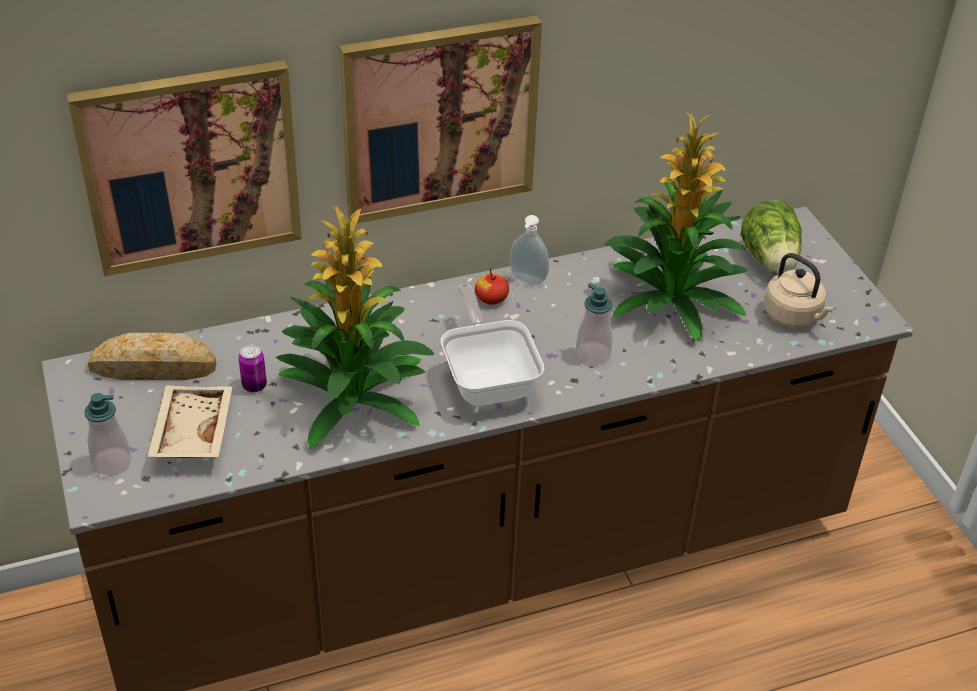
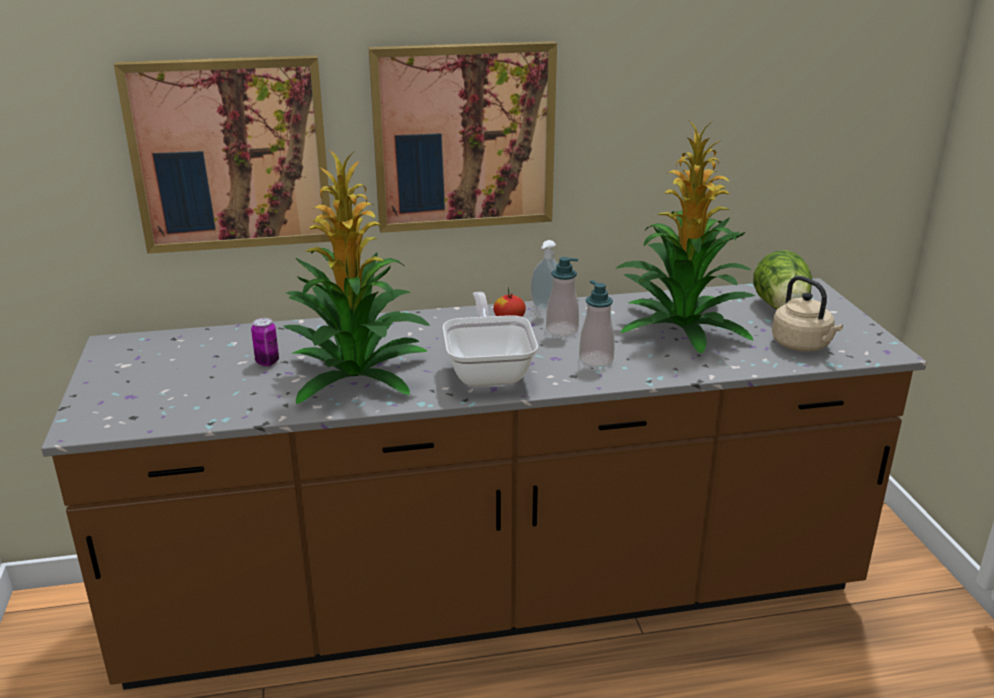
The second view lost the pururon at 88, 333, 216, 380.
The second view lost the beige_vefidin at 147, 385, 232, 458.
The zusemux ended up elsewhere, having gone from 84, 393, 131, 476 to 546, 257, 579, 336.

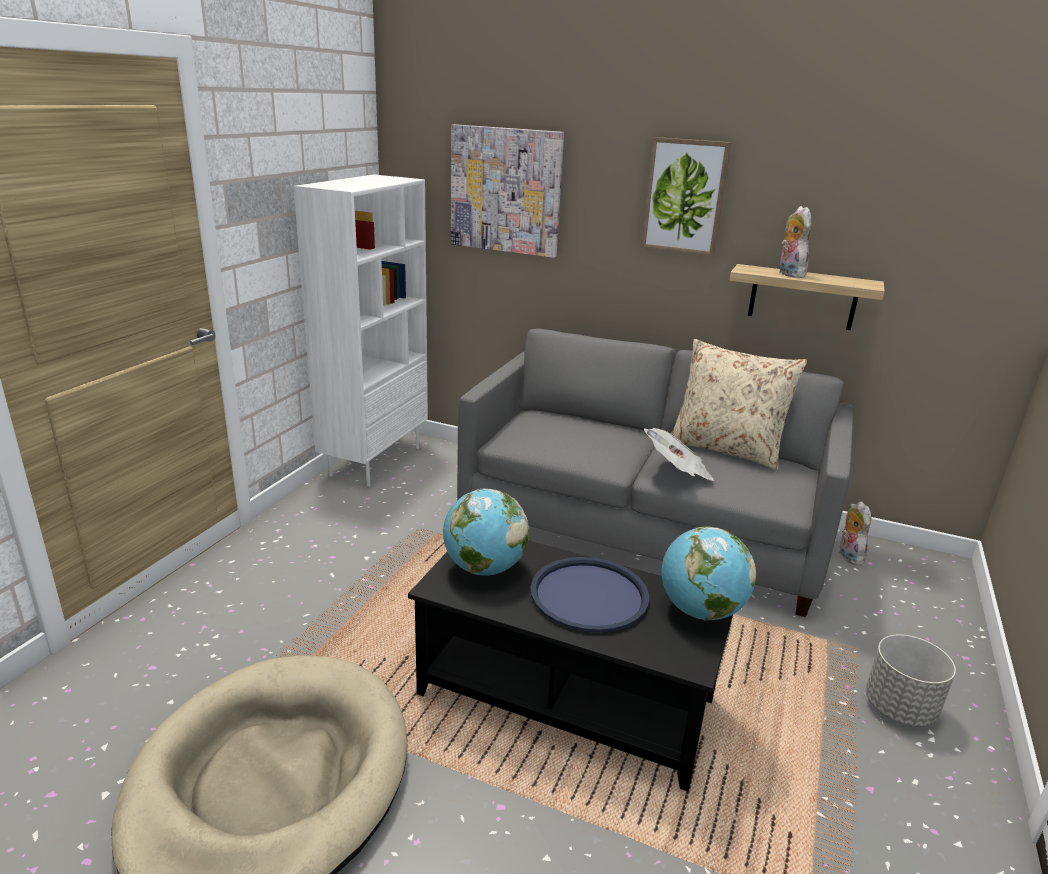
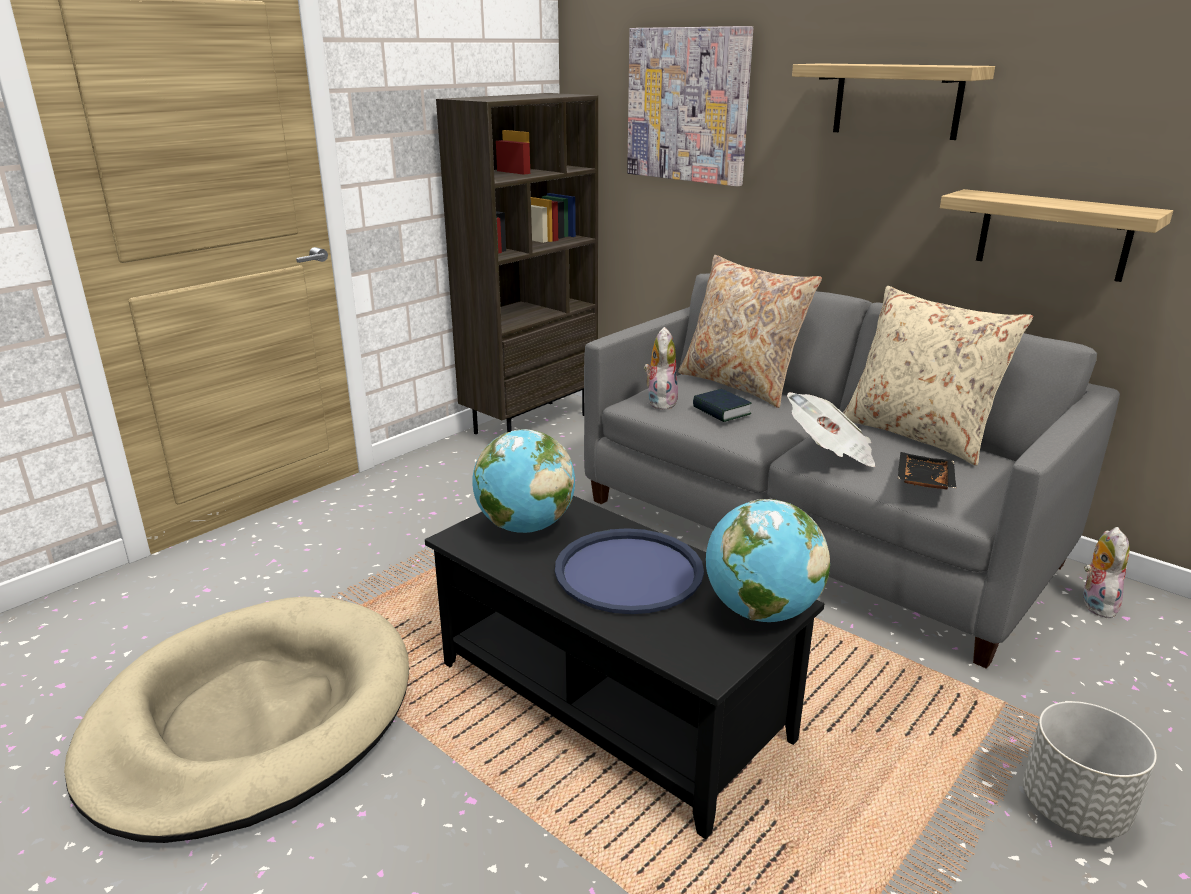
The second view gained the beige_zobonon at 678, 255, 822, 408.
The second view gained the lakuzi at 693, 389, 752, 422.
The second view gained the black_vefidin at 898, 452, 956, 490.
The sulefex ended up elsewhere, having gone from 779, 206, 812, 278 to 644, 327, 678, 410.
Where the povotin hung at 641, 137, 731, 256, the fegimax came to hang at 792, 63, 995, 140.
What was the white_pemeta at 294, 174, 428, 486 turned into the brown_pemeta at 436, 93, 598, 434.

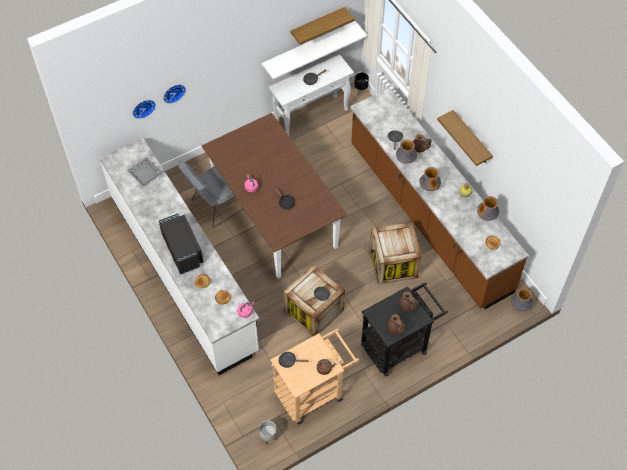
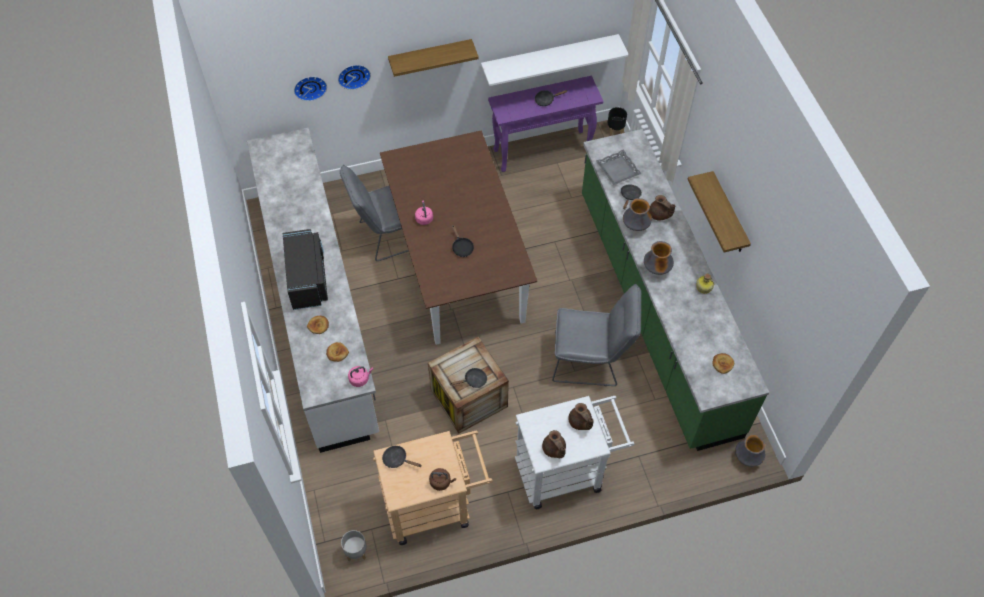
The second view lost the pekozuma at 477, 196, 499, 221.
The grey_vefidin ended up elsewhere, having gone from 127, 157, 162, 187 to 596, 150, 642, 185.
The fegimax ended up elsewhere, having gone from 290, 7, 355, 45 to 388, 39, 479, 77.
Where the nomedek stood at 369, 222, 422, 284, the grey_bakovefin came to stand at 552, 284, 641, 386.
What was the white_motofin at 269, 54, 354, 135 turned into the purple_motofin at 488, 76, 604, 172.
What was the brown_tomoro at 350, 88, 529, 309 turned into the green_tomoro at 582, 129, 769, 451.
What was the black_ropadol at 361, 282, 448, 376 turned into the white_ropadol at 515, 396, 634, 509.

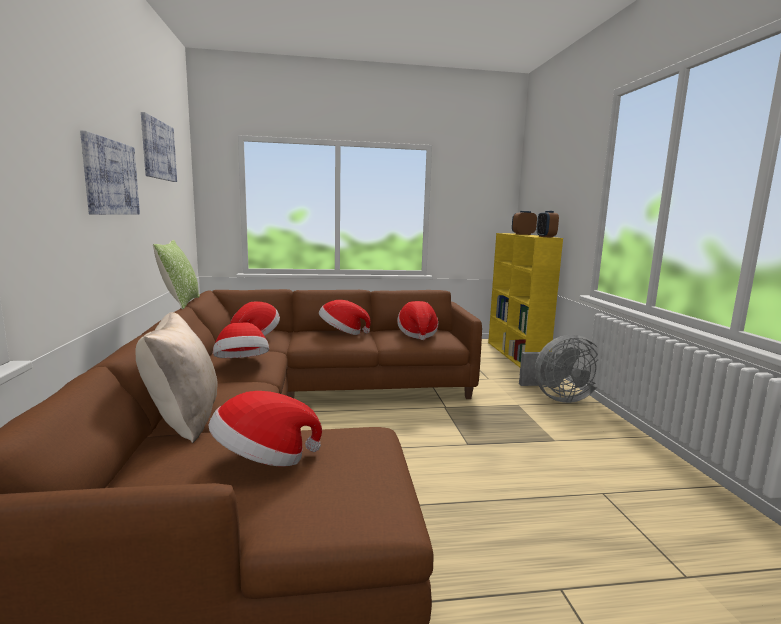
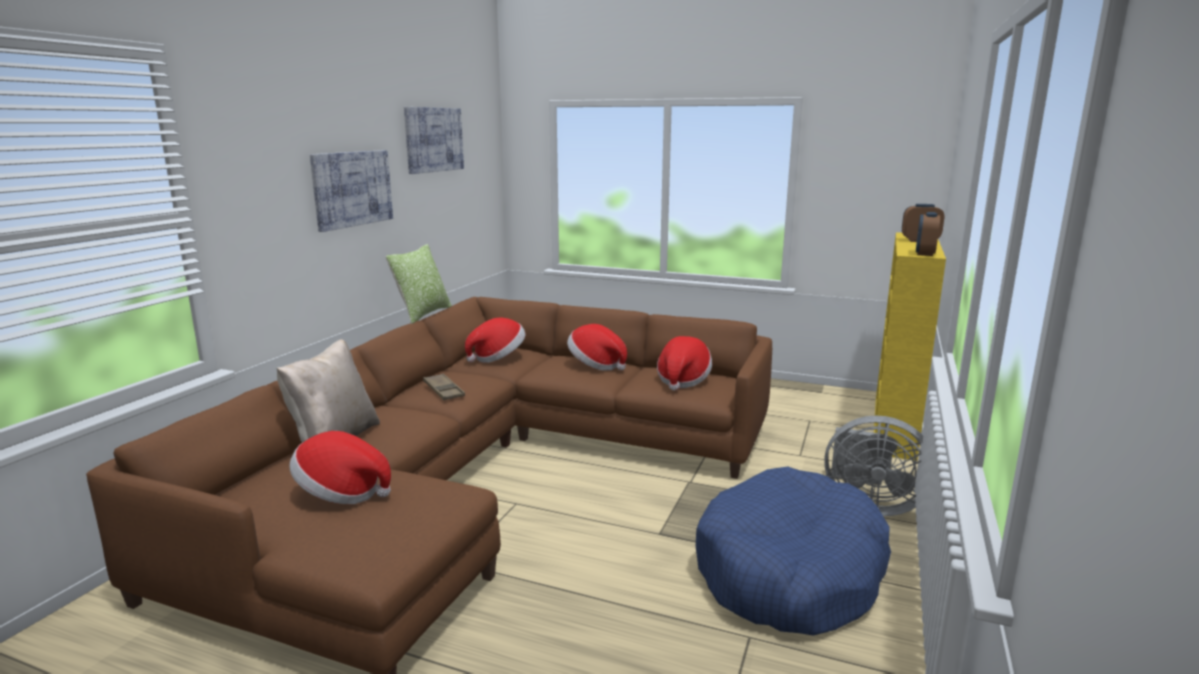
The second view gained the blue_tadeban at 696, 466, 891, 636.
Where the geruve stood at 213, 322, 269, 358, the brown_vefidin came to stand at 423, 373, 465, 400.

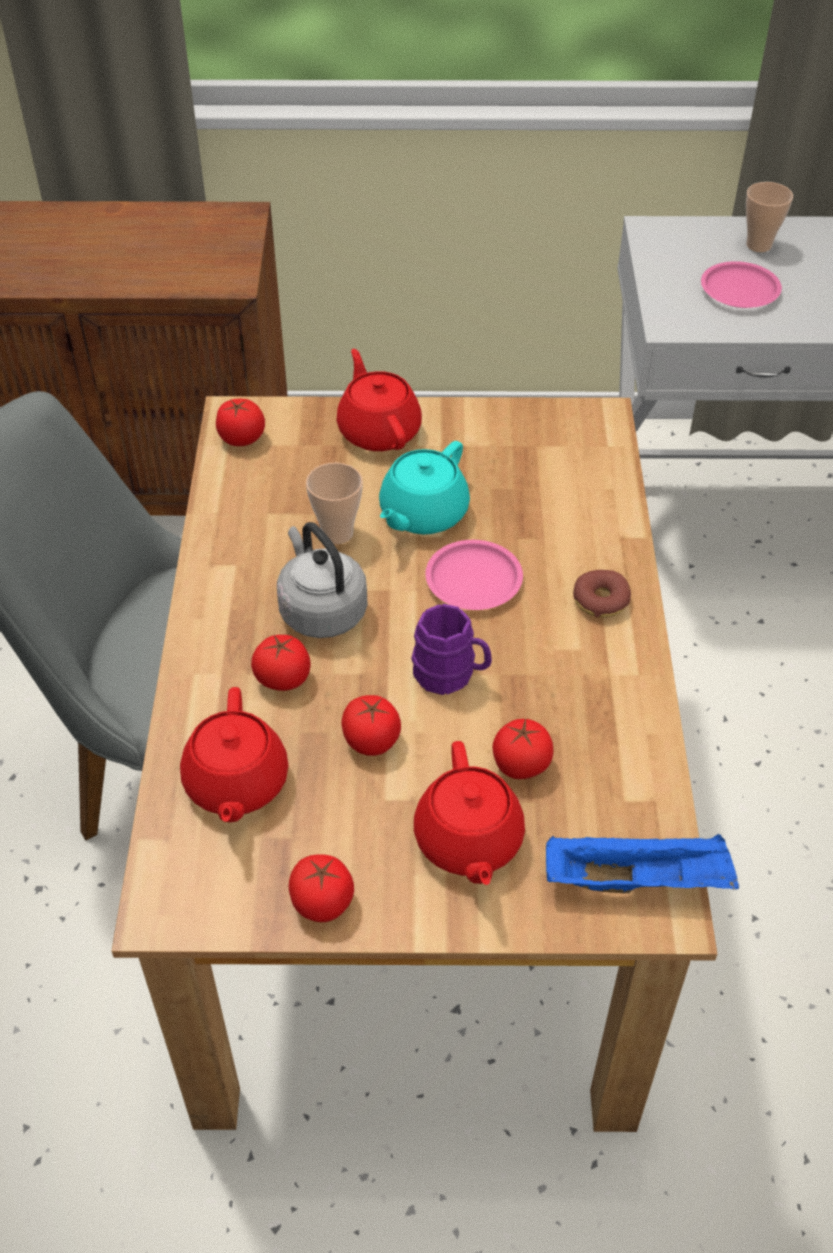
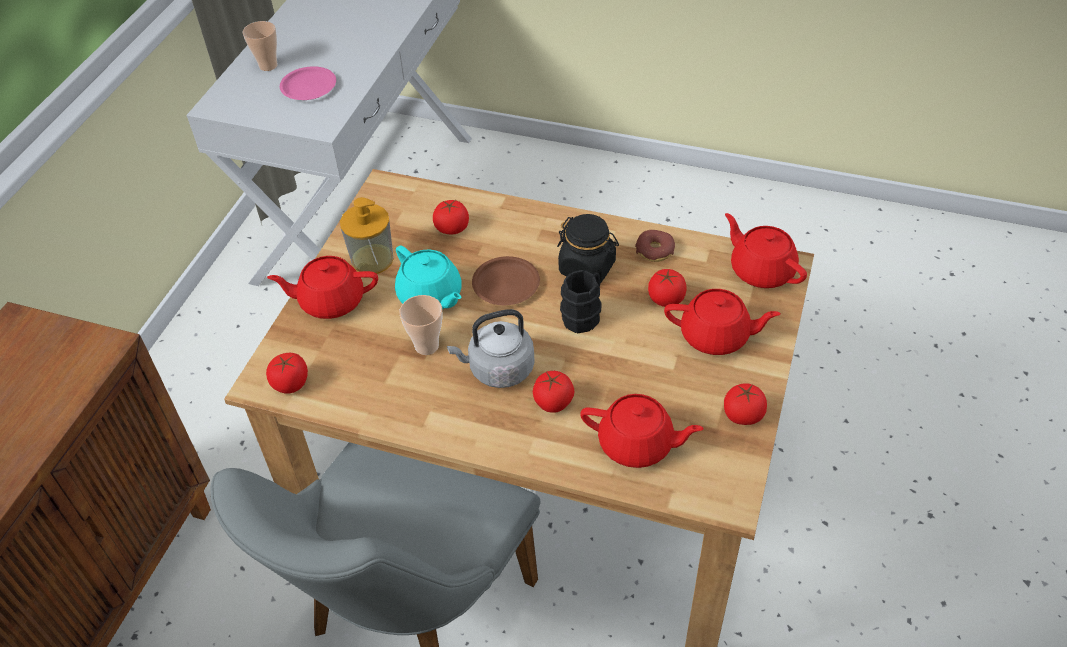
The second view gained the zusemux at 340, 197, 394, 274.
The second view gained the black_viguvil at 557, 214, 619, 283.
The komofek ended up elsewhere, having gone from 341, 695, 401, 756 to 433, 200, 469, 234.
The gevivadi ended up elsewhere, having gone from 573, 570, 631, 617 to 635, 230, 675, 262.
Where the blue_vefidin stood at 546, 834, 739, 894, the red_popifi came to stand at 725, 213, 807, 288.
What was the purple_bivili at 411, 604, 492, 695 turned into the black_bivili at 560, 270, 602, 333.
What was the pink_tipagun at 425, 540, 523, 610 turned into the brown_tipagun at 472, 256, 540, 305.

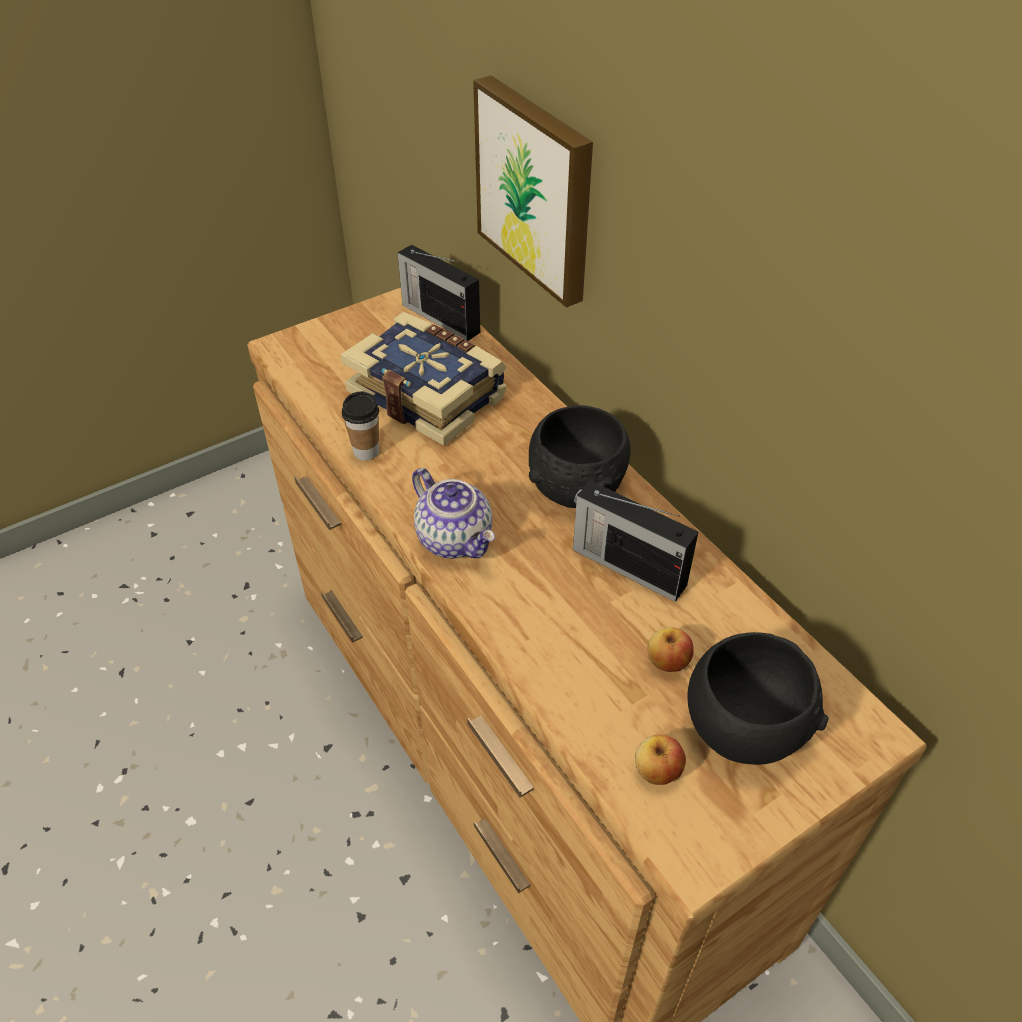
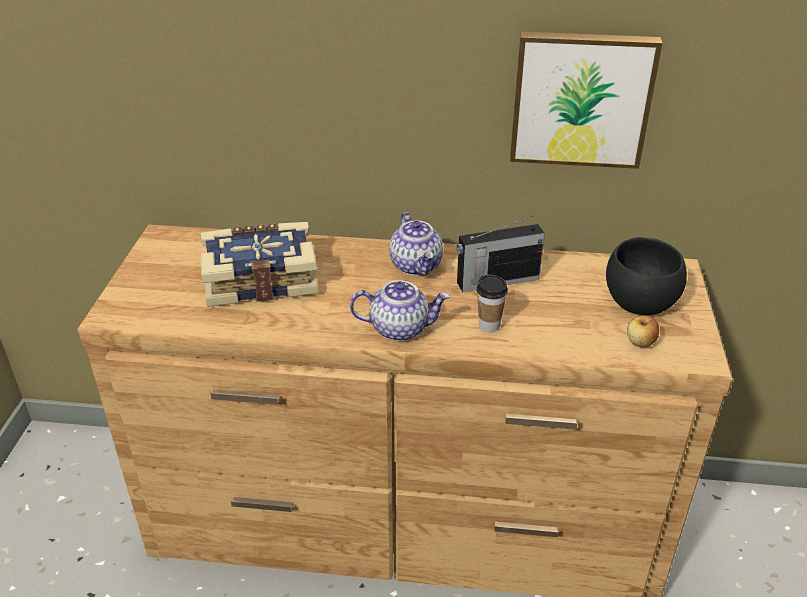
The second view lost the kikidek at 397, 245, 480, 341.
The second view lost the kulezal at 647, 627, 694, 672.
The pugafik ended up elsewhere, having gone from 342, 391, 379, 461 to 477, 274, 508, 332.
The povotin ended up elsewhere, having gone from 473, 75, 593, 307 to 510, 32, 663, 169.
Where the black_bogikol stood at 529, 405, 631, 508, the popifi came to stand at 389, 212, 443, 276.

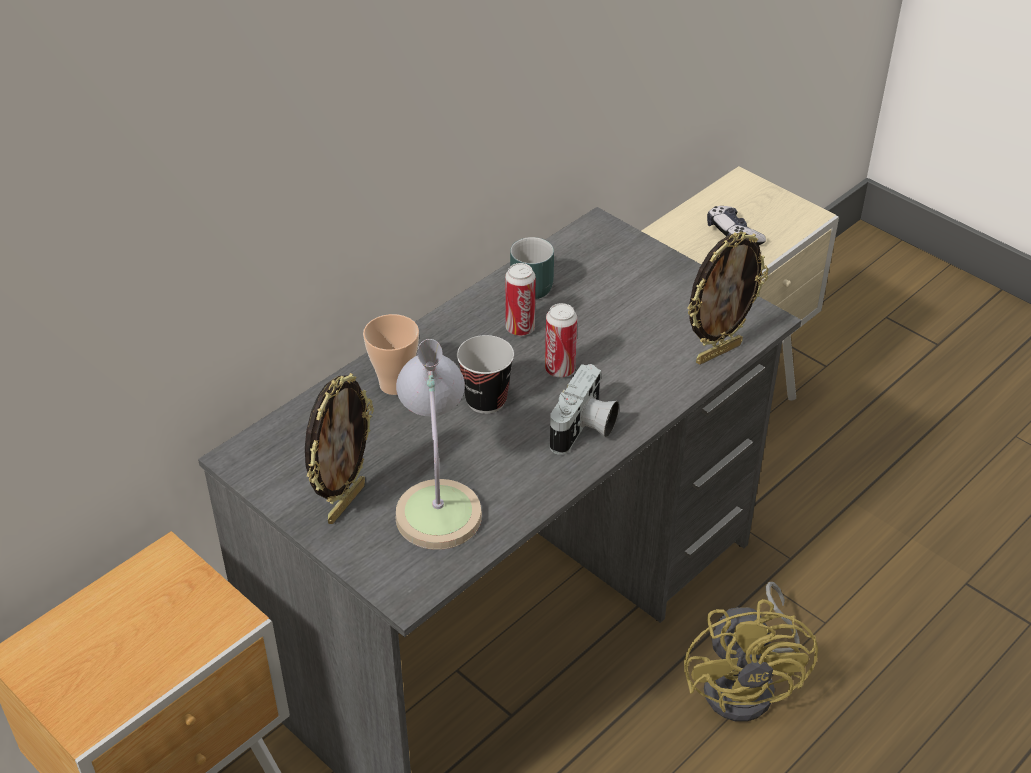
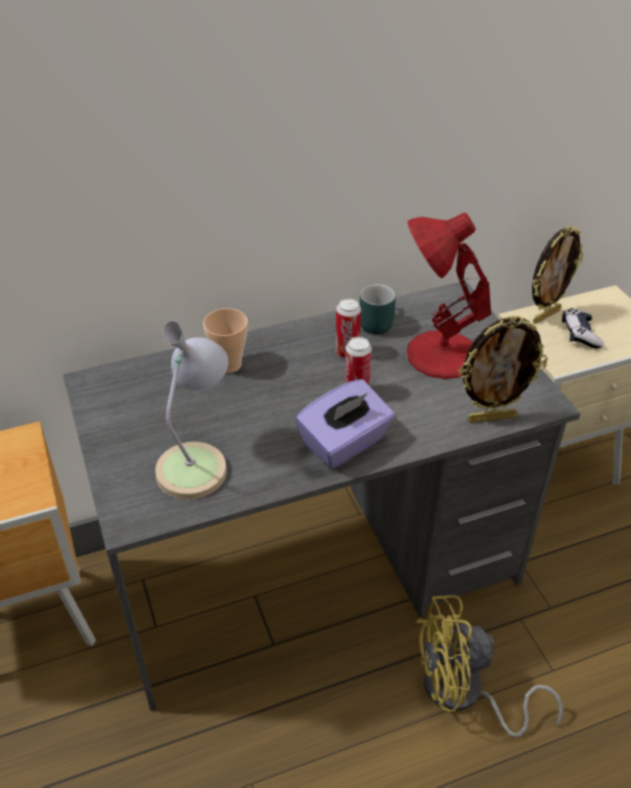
The second view lost the pugafik at 457, 335, 514, 414.
The second view gained the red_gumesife at 406, 213, 491, 379.
The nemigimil ended up elsewhere, having gone from 305, 373, 374, 524 to 532, 226, 583, 324.
Where the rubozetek stood at 550, 364, 619, 455, the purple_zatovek came to stand at 295, 379, 395, 469.
The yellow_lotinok at 684, 582, 818, 722 ended up facing another way, 60 degrees clockwise from before.

